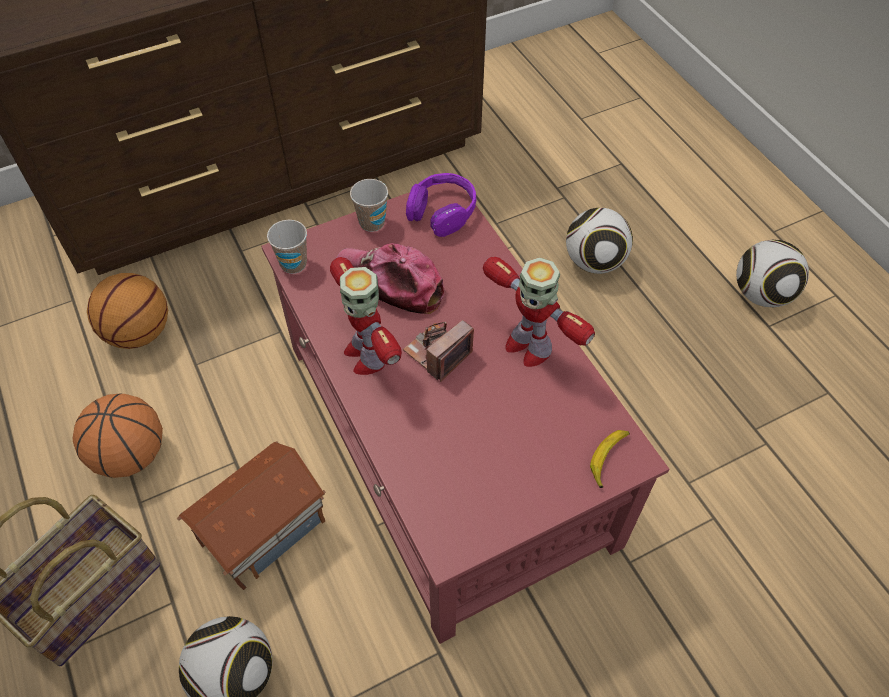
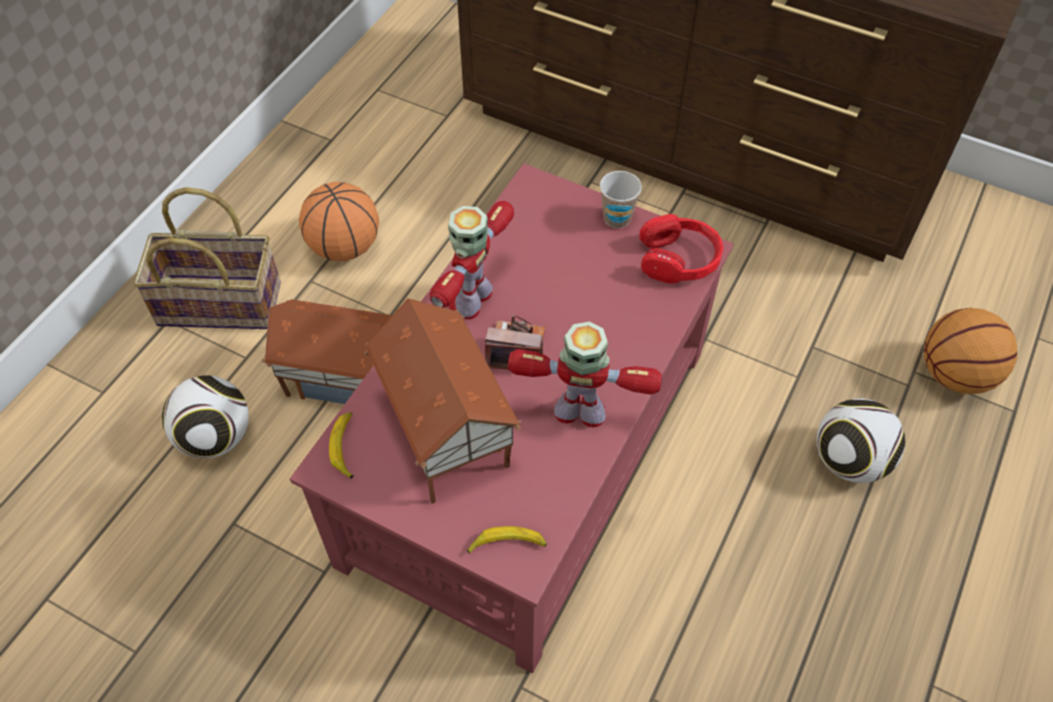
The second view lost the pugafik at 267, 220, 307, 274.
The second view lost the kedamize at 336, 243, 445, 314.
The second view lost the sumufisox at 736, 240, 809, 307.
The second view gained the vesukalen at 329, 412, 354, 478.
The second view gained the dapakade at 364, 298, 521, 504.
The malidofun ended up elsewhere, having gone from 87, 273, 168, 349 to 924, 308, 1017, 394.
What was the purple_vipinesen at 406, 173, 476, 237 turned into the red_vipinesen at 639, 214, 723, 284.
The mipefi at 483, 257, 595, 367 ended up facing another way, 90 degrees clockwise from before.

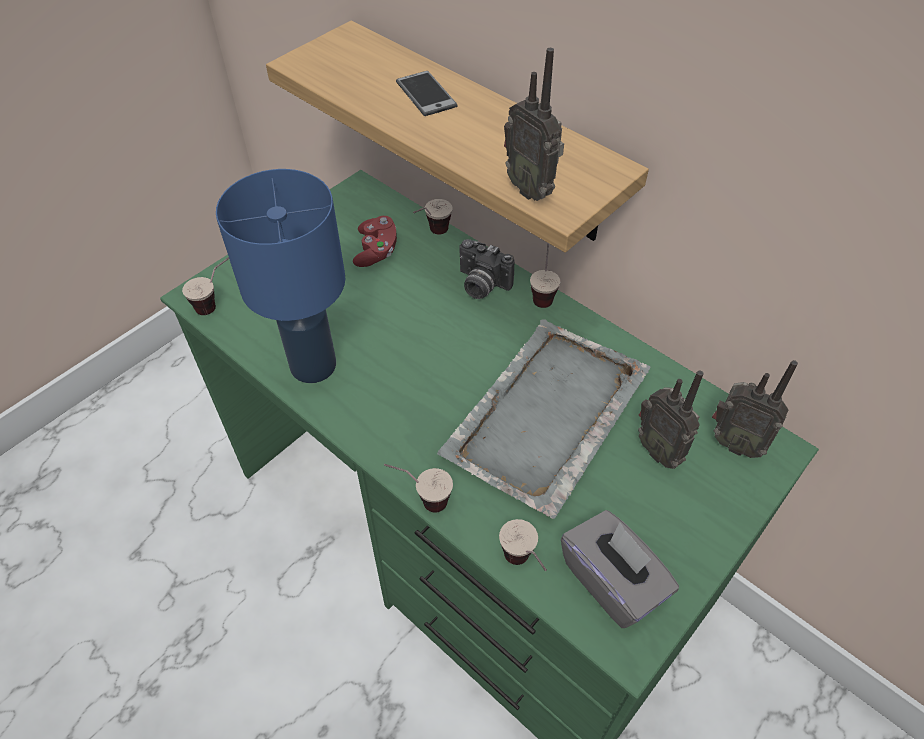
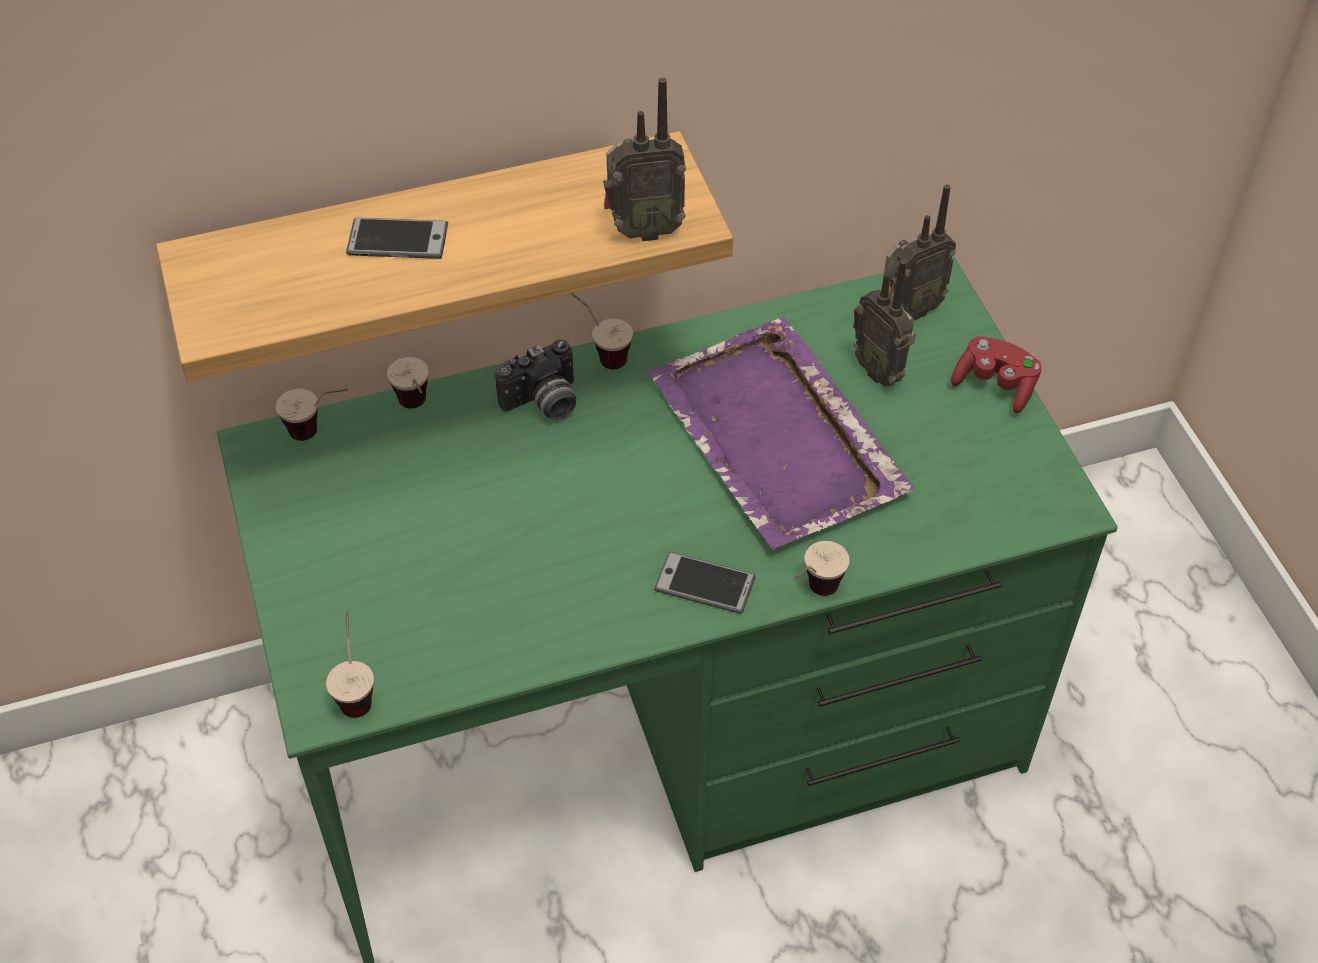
The second view lost the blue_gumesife at 216, 169, 345, 383.
The second view lost the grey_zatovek at 561, 510, 679, 628.
The second view gained the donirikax at 654, 552, 756, 614.
The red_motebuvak ended up elsewhere, having gone from 353, 216, 397, 267 to 951, 336, 1042, 413.
The pugafik ended up elsewhere, having gone from 499, 519, 547, 571 to 276, 388, 348, 441.
What was the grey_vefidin at 437, 319, 650, 519 turned into the purple_vefidin at 647, 317, 915, 550.
The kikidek at 638, 370, 704, 469 ended up facing another way, 60 degrees clockwise from before.

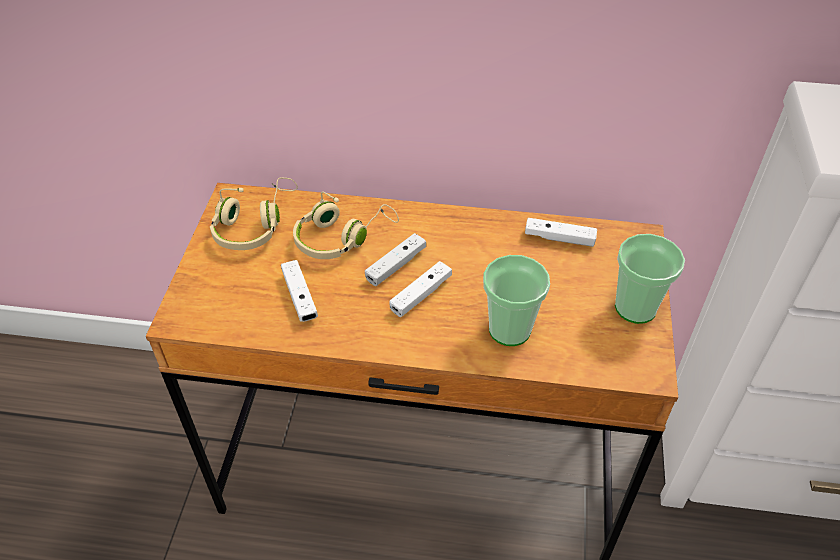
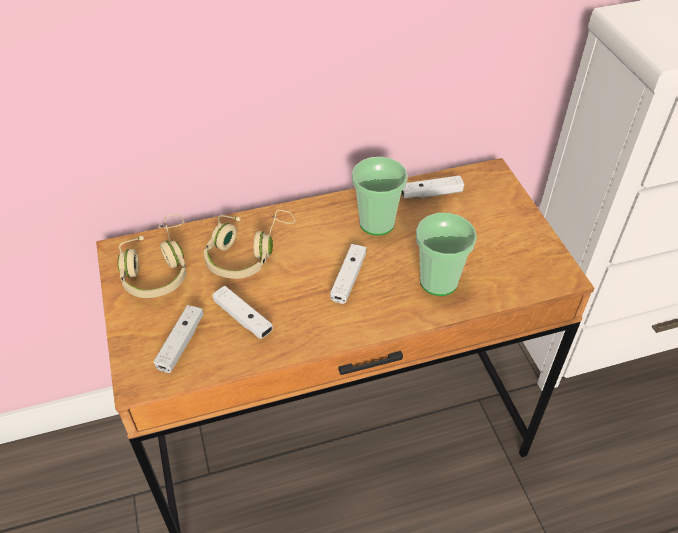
The white_motebuvak ended up elsewhere, having gone from 365, 233, 426, 286 to 153, 305, 204, 373.
The pugafik ended up elsewhere, having gone from 615, 234, 685, 324 to 352, 157, 408, 235.

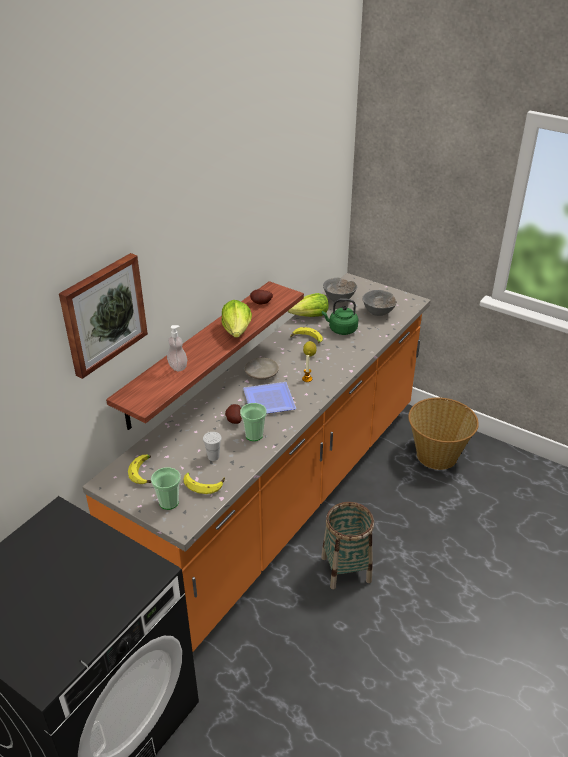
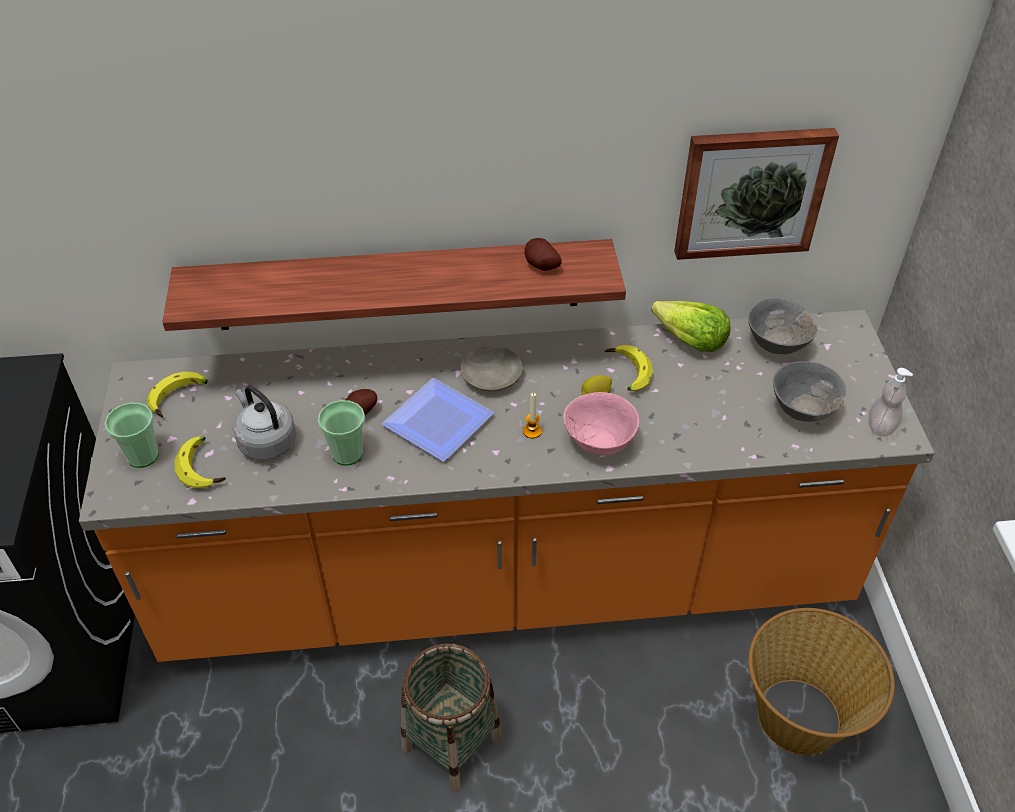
The second view lost the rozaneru at 221, 300, 252, 338.
The second view lost the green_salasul at 322, 299, 358, 335.
The second view gained the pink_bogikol at 564, 392, 639, 455.
The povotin ended up elsewhere, having gone from 59, 253, 148, 379 to 674, 128, 839, 260.
The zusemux ended up elsewhere, having gone from 167, 325, 187, 371 to 869, 368, 913, 437.
Where the white_pugafik stood at 203, 432, 222, 461, the grey_salasul came to stand at 233, 385, 296, 460.

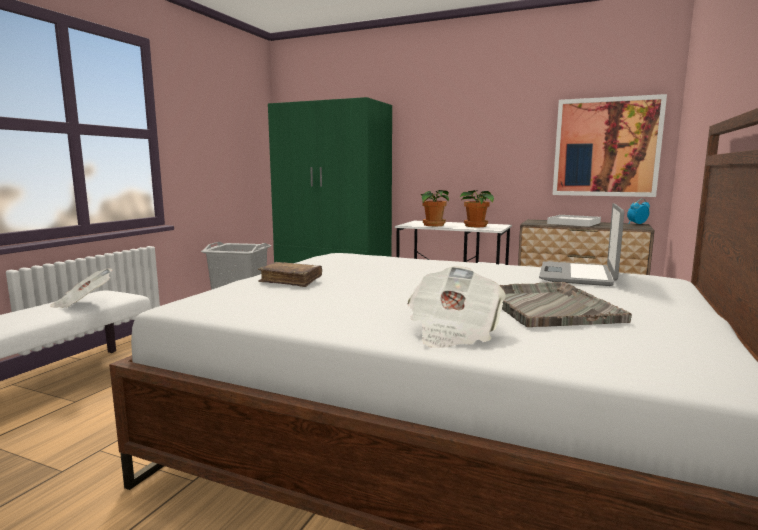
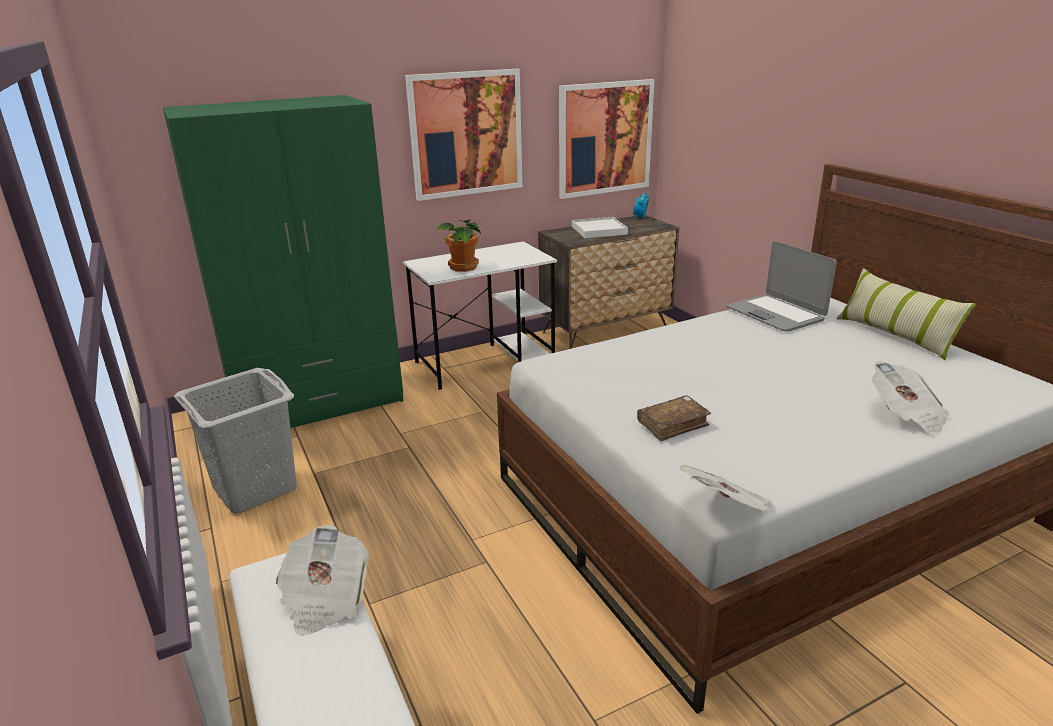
The second view lost the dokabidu at 459, 190, 494, 227.
The second view lost the grey_vefidin at 500, 282, 632, 327.
The second view gained the povotin at 405, 69, 522, 201.
The second view gained the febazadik at 679, 465, 772, 512.
The second view gained the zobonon at 836, 268, 976, 360.

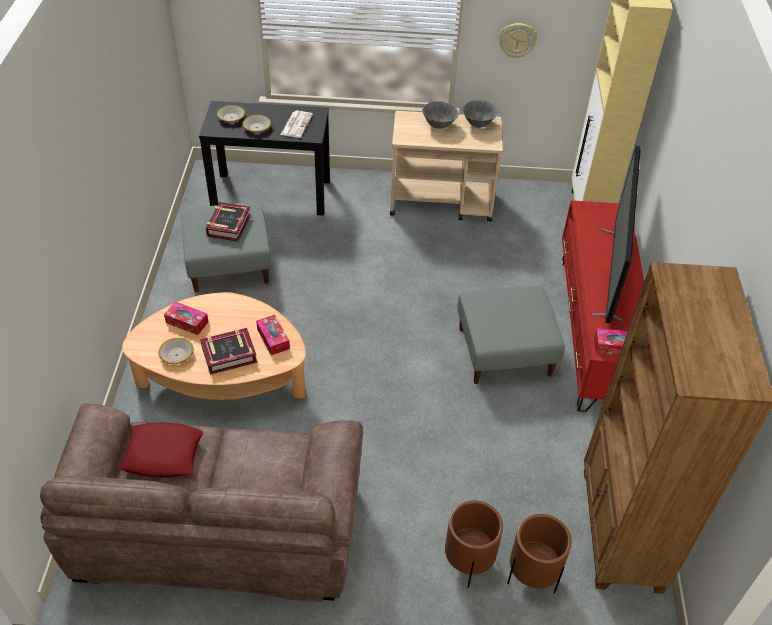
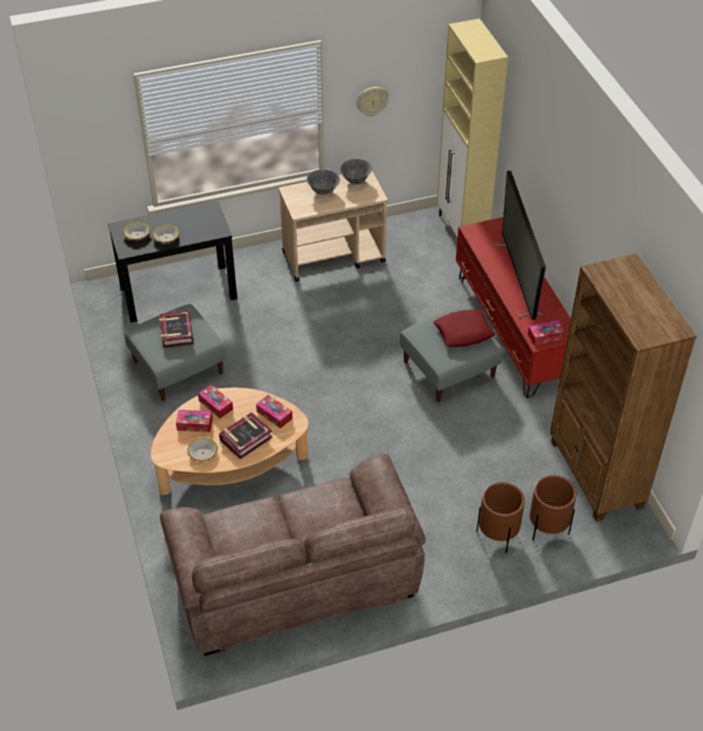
The second view lost the febazadik at 281, 111, 313, 138.
The second view gained the zatovek at 198, 385, 233, 418.
The red_zobonon ended up elsewhere, having gone from 118, 422, 203, 478 to 434, 310, 495, 347.

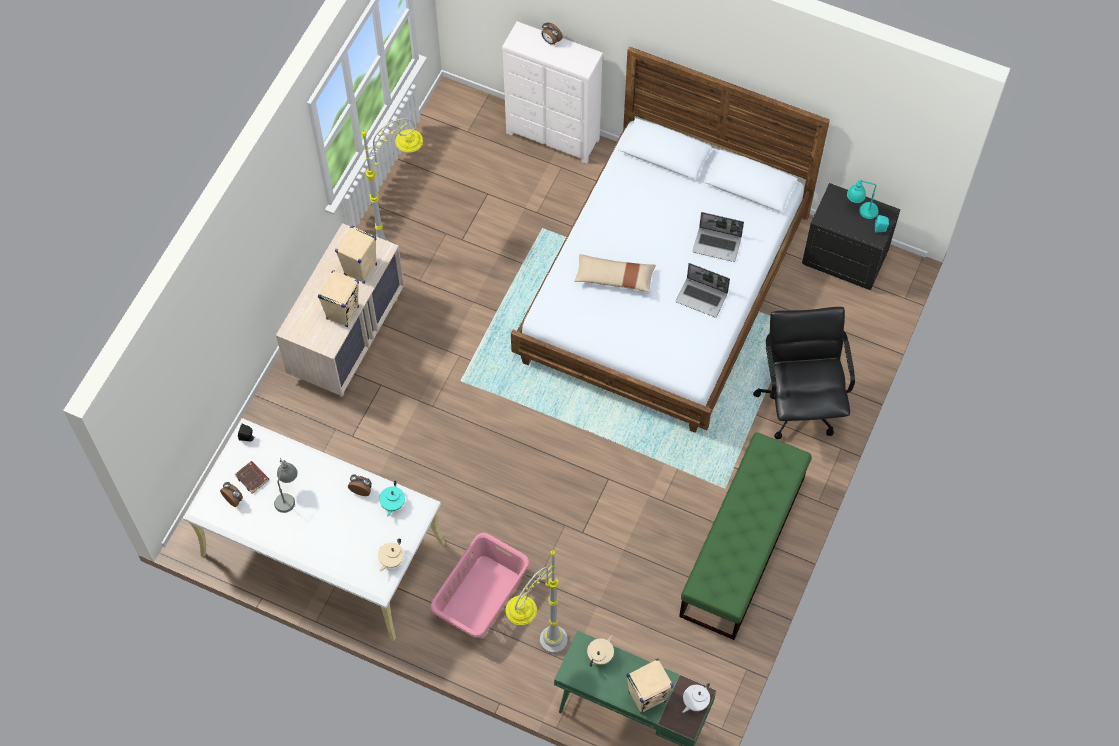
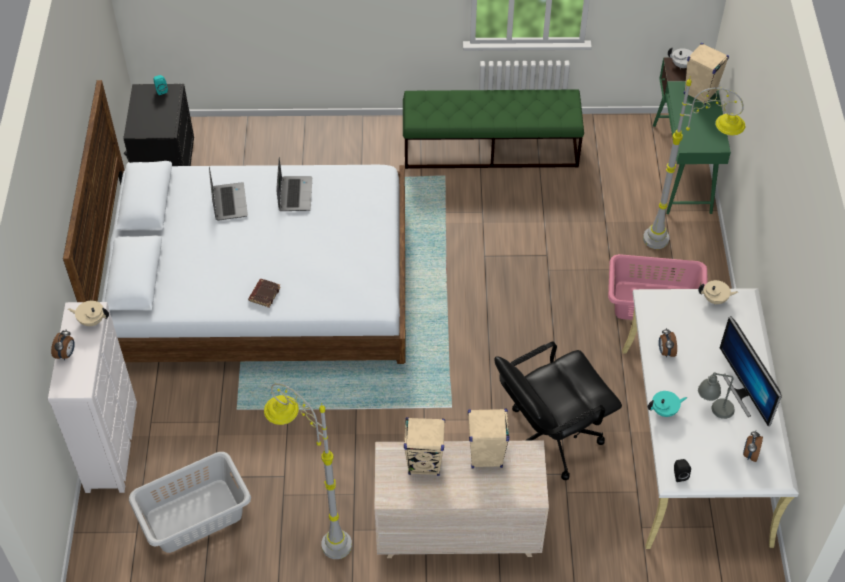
The second view lost the beige_zobonon at 574, 254, 656, 293.
The second view lost the turquoise_gumesife at 847, 179, 879, 219.
The second view gained the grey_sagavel at 129, 452, 251, 553.
The second view gained the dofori at 720, 316, 782, 426.
The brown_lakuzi ended up elsewhere, having gone from 234, 461, 269, 494 to 248, 279, 281, 308.
The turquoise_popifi ended up elsewhere, having gone from 379, 481, 405, 517 to 648, 391, 687, 417.
The beige_popifi ended up elsewhere, having gone from 587, 635, 614, 667 to 68, 301, 109, 326.
The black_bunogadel ended up elsewhere, having gone from 753, 307, 855, 439 to 495, 342, 622, 480.

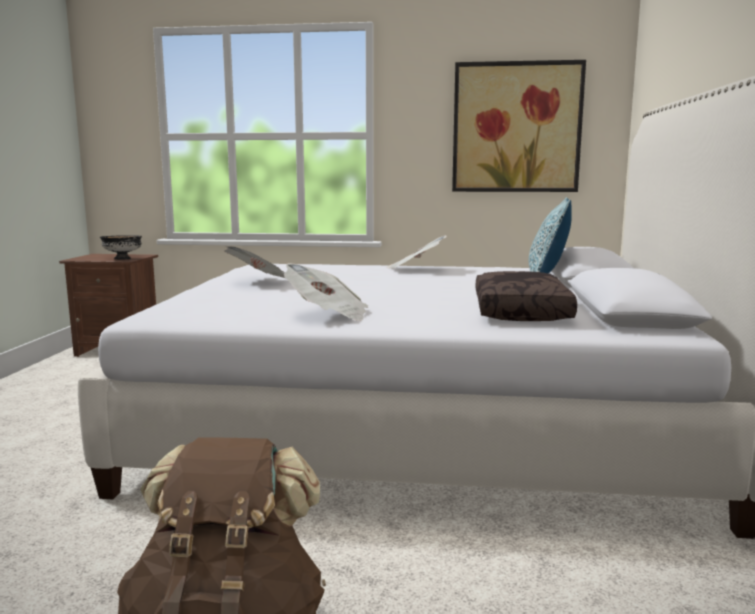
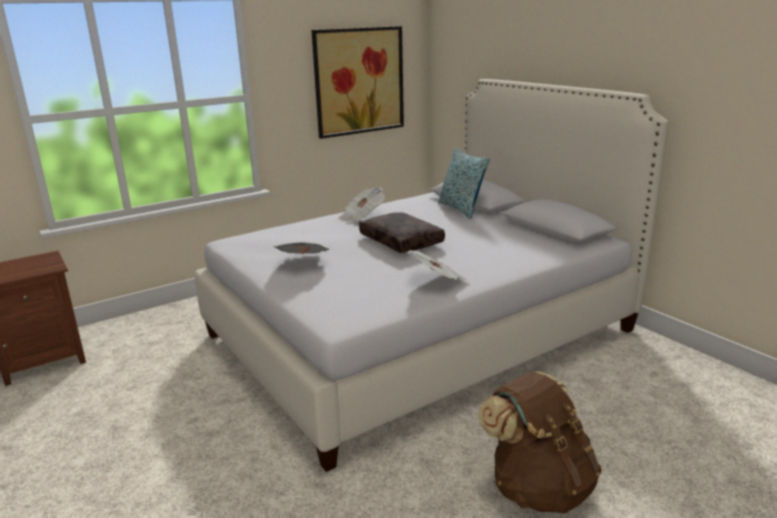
The second view lost the black_bogikol at 100, 235, 142, 259.
The brown_zobonon ended up elsewhere, having gone from 476, 271, 577, 321 to 359, 212, 445, 253.

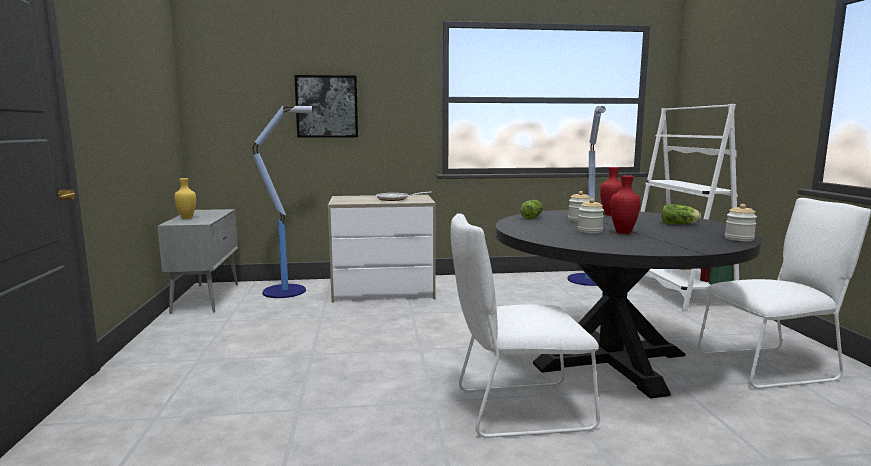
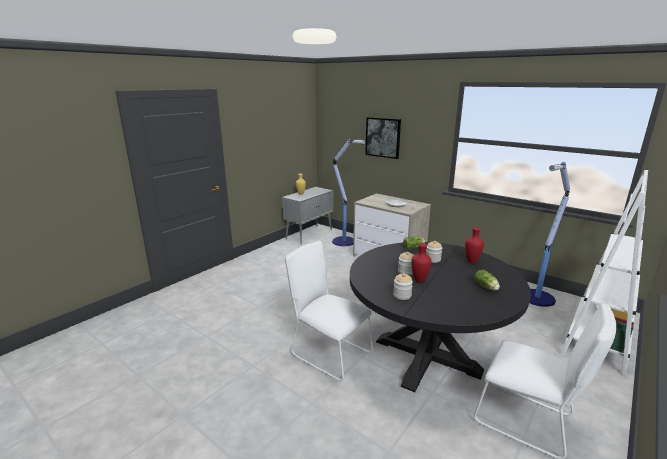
The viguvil ended up elsewhere, having gone from 725, 204, 757, 241 to 393, 273, 413, 300.

